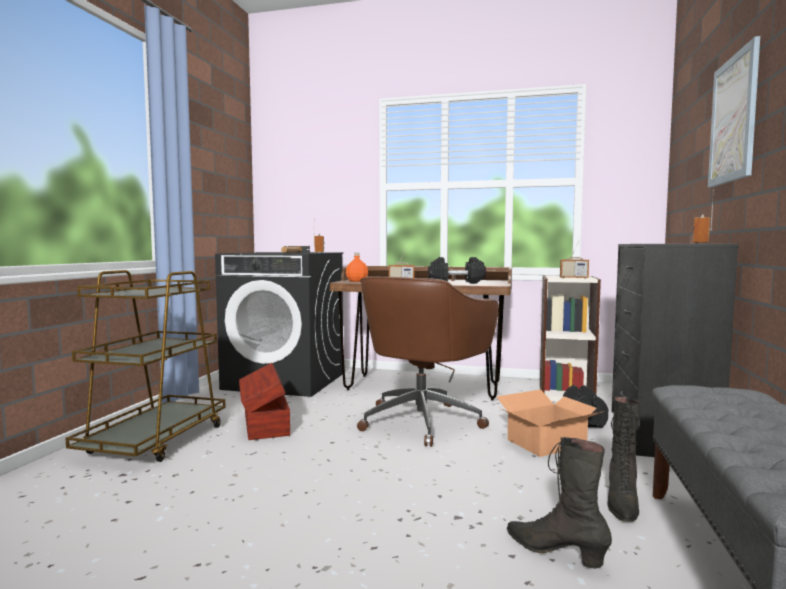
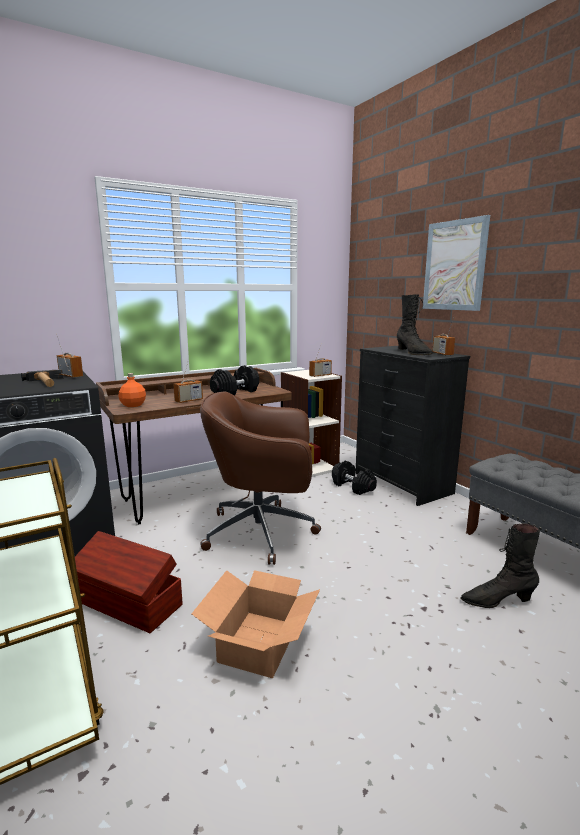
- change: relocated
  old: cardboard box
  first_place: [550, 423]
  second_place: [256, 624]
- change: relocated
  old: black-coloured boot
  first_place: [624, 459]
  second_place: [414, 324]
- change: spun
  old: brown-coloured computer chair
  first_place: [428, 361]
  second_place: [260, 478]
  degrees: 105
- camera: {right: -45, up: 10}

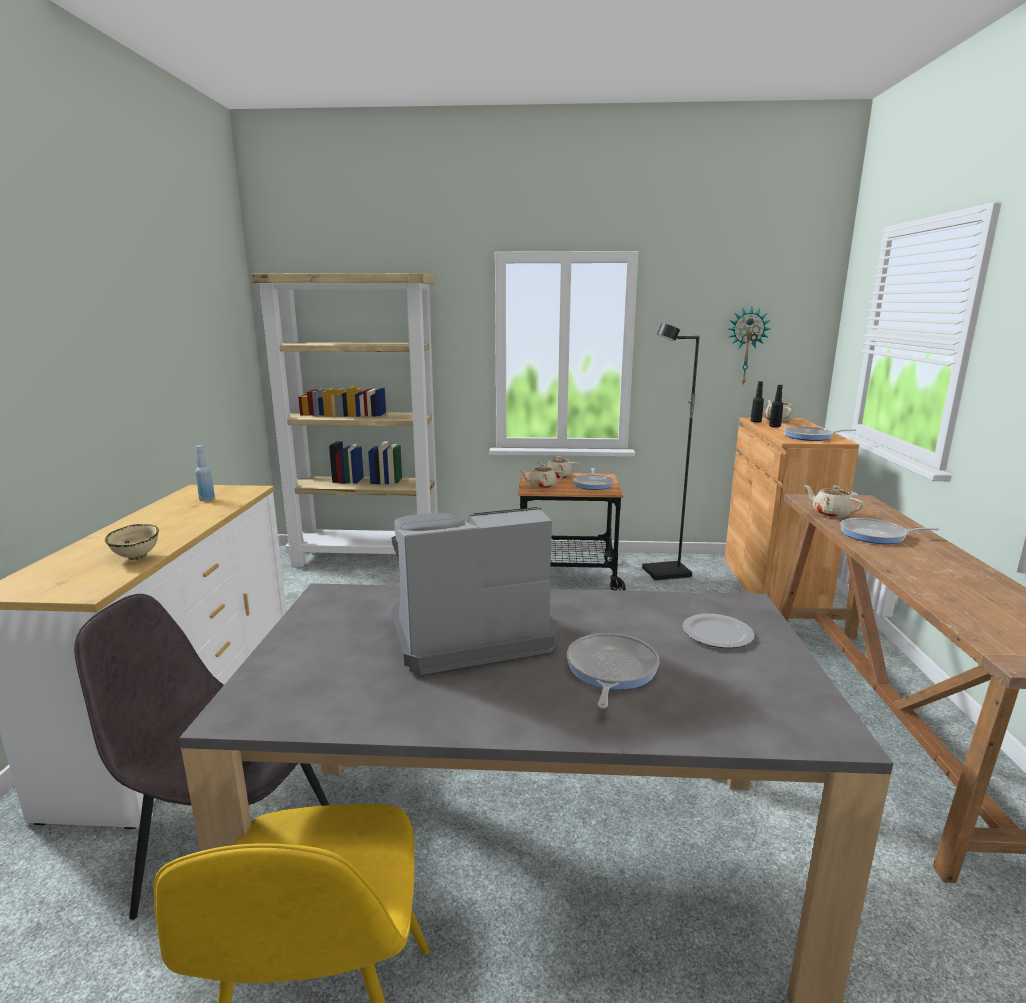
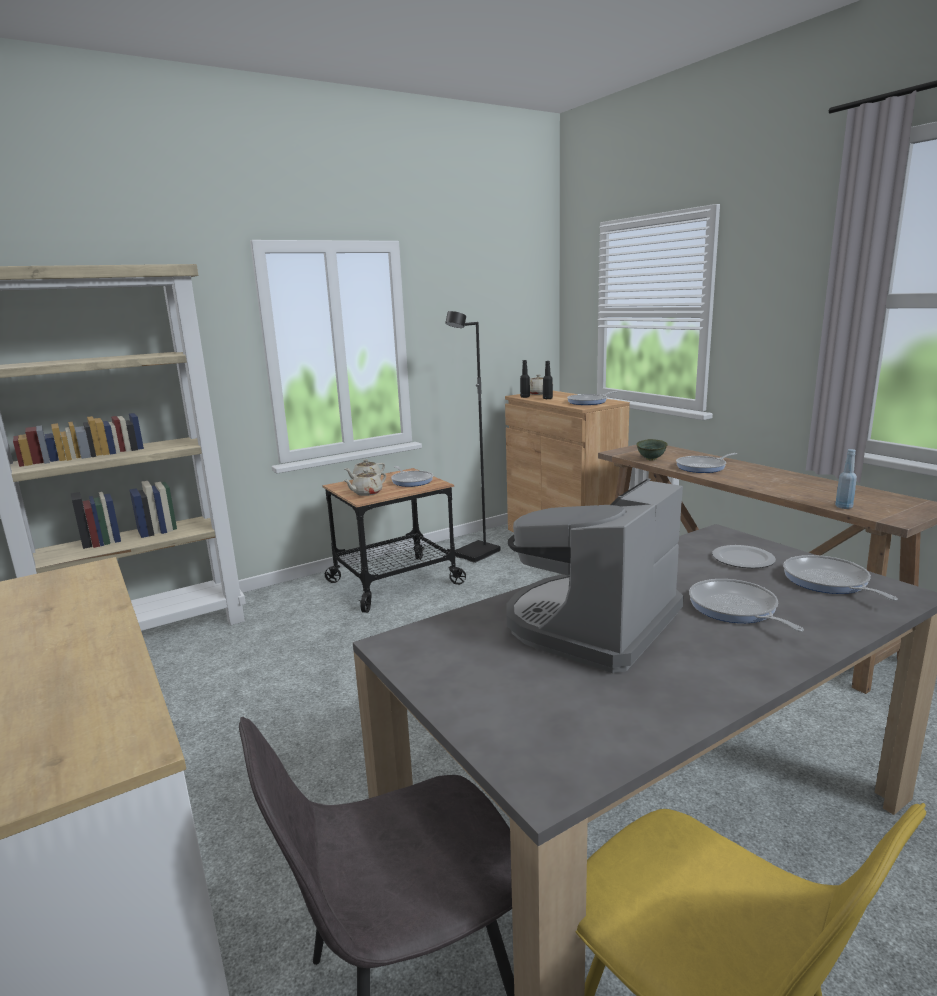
- change: missing
  old: sand-coloured serving bowl
  first_place: [132, 542]
- change: missing
  old: clock on the wall
  first_place: [749, 346]
- change: appeared
  new: pan
  second_place: [840, 578]
- change: relocated
  old: blue drink bottle
  first_place: [205, 473]
  second_place: [846, 479]
- change: exchanged
  old: sand-coloured pot for tea
  new: green serving bowl
  first_place: [834, 501]
  second_place: [652, 450]
- camera: {right: -35, up: 0}

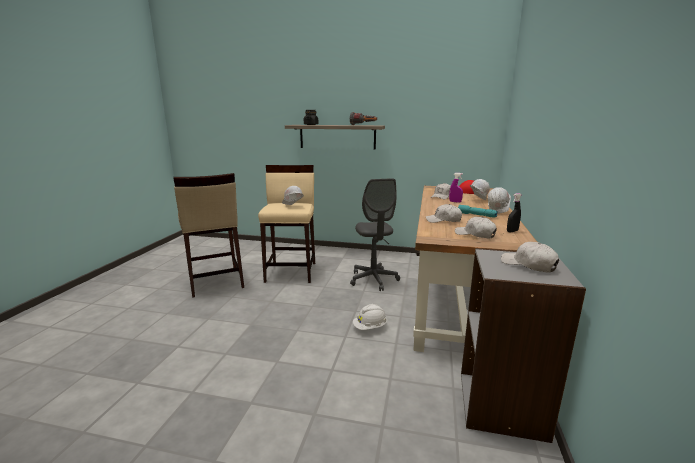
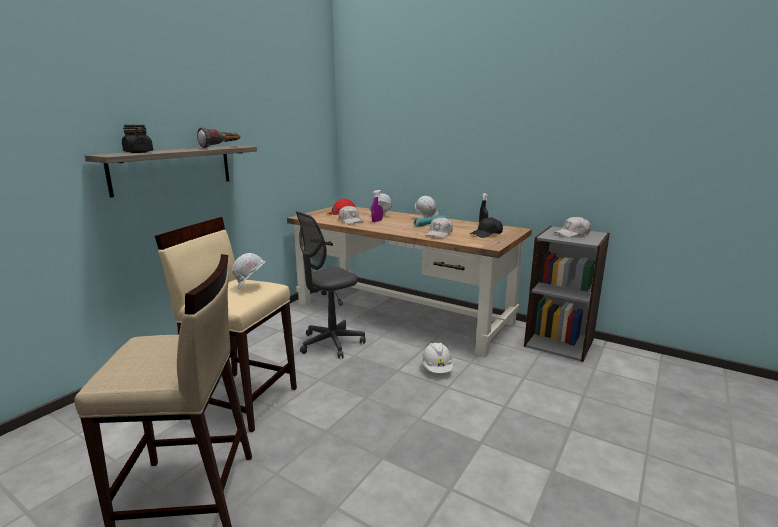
- change: colour
  old: white-coloured peaked cap
  new: black-coloured peaked cap
  first_place: [476, 227]
  second_place: [486, 227]
- change: spun
  old: gray computer chair
  first_place: [375, 234]
  second_place: [331, 285]
  degrees: 135
- camera: {right: -70, up: 0}

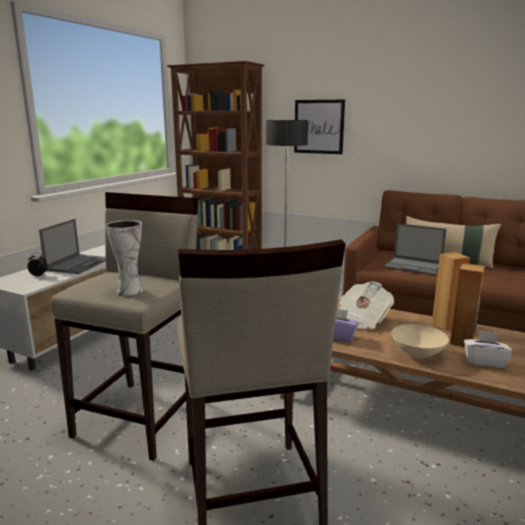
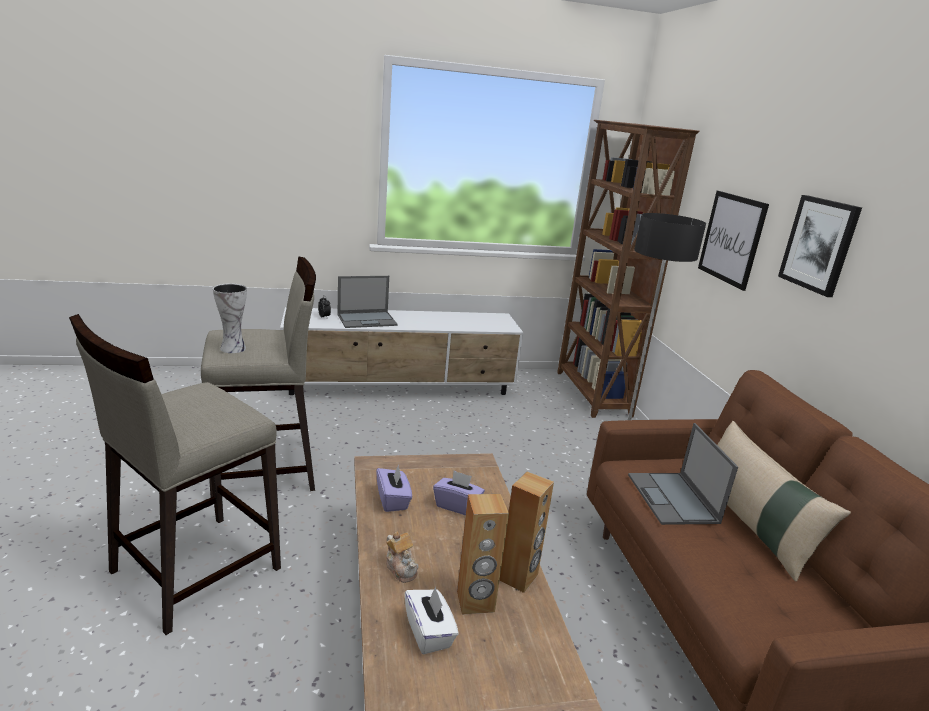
- change: appeared
  new: picture
  second_place: [820, 246]
- change: exchanged
  old: newspaper
  new: purplish box of tissues
  first_place: [366, 305]
  second_place: [459, 493]
- change: exchanged
  old: sand-coloured serving bowl
  new: pot for tea
  first_place: [420, 341]
  second_place: [402, 557]
- camera: {right: 50, up: 5}

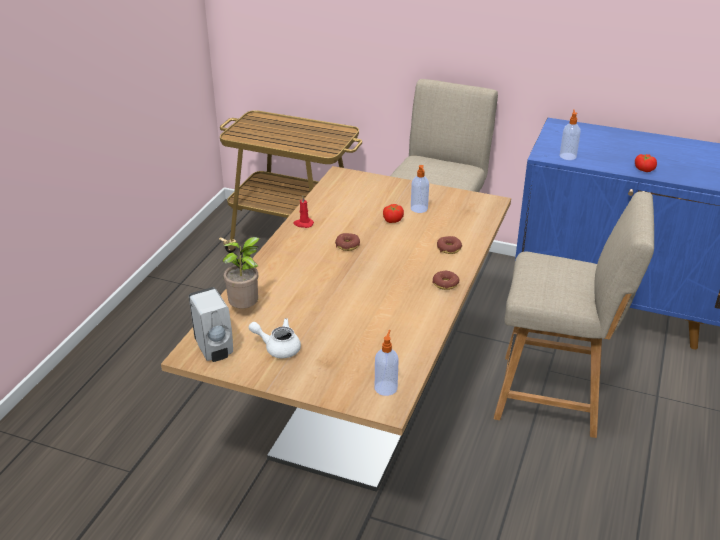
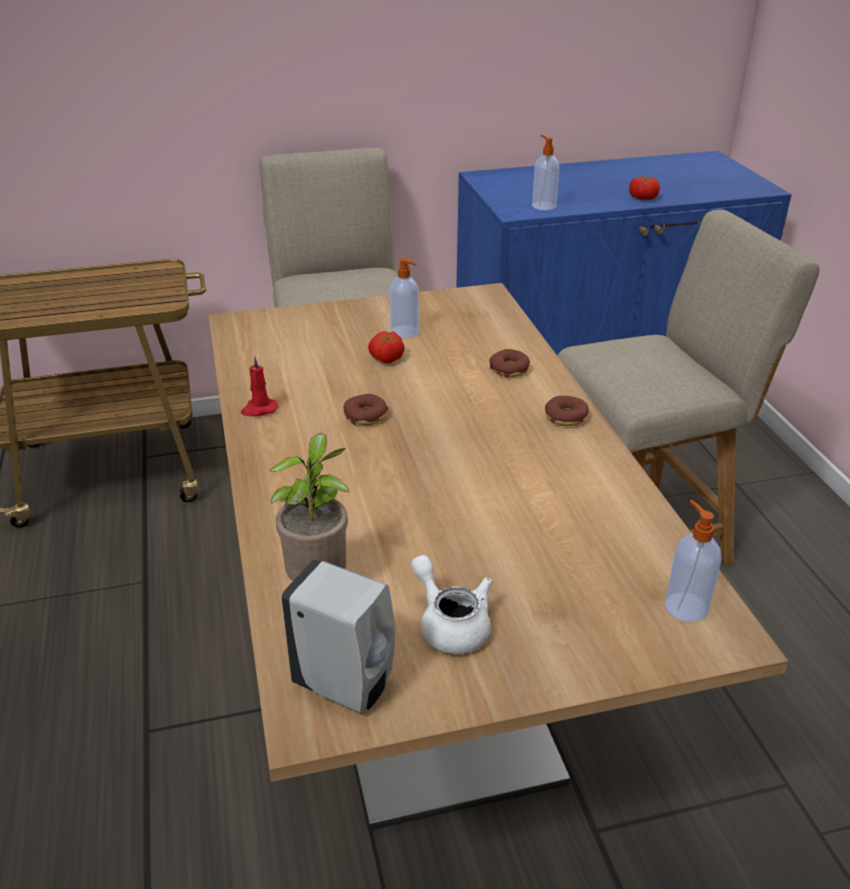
- change: spun
  old: white-coloured pot for tea
  first_place: [275, 338]
  second_place: [451, 604]
  degrees: 75
- camera: {right: -35, up: 0}

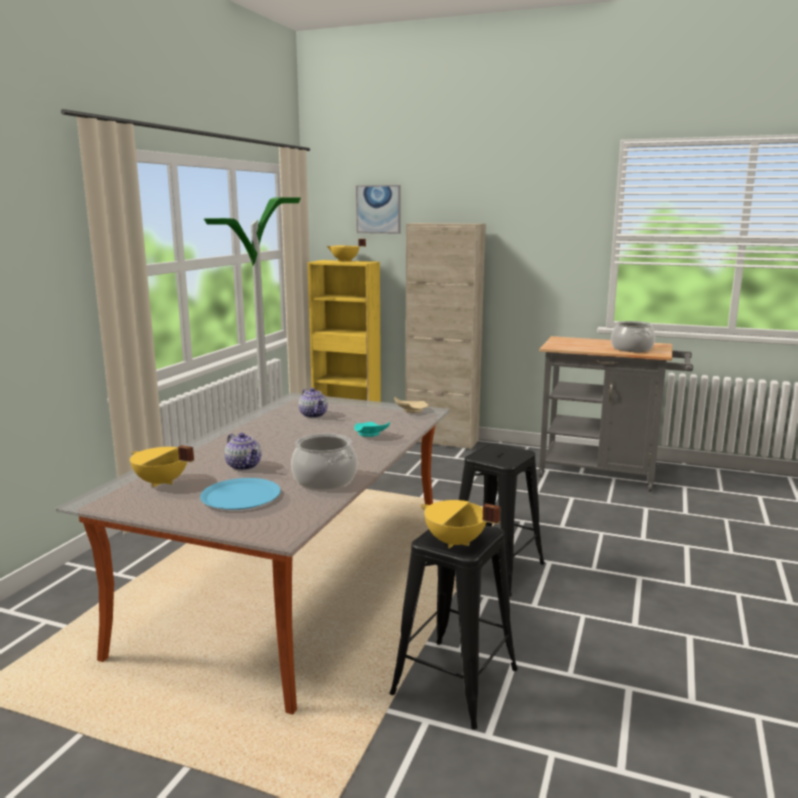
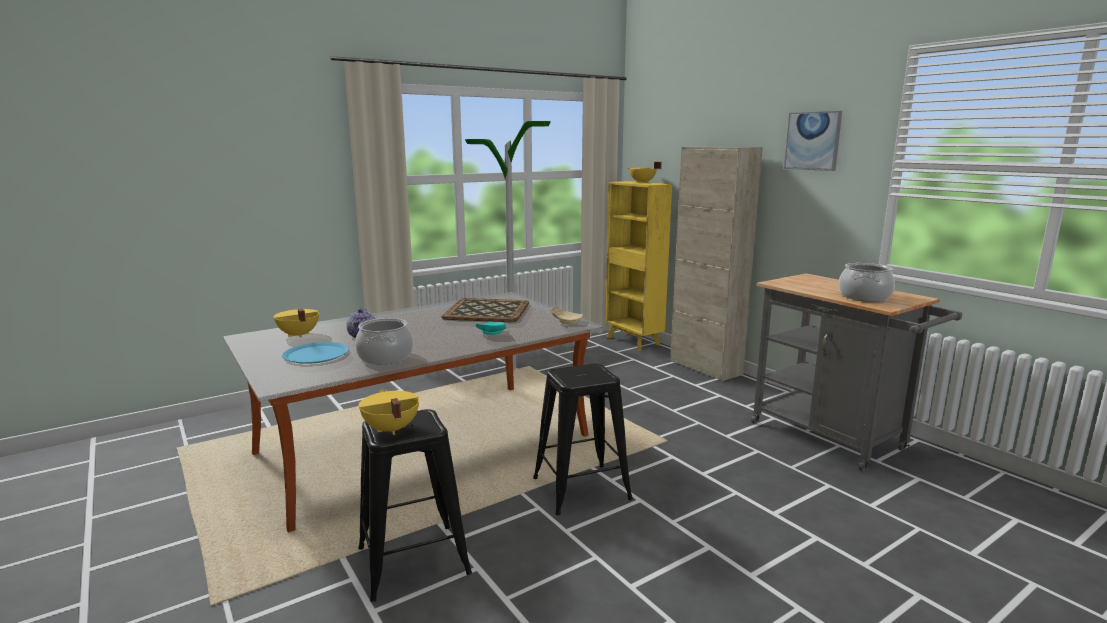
- change: relocated
  old: picture
  first_place: [378, 209]
  second_place: [813, 141]
- change: exchanged
  old: pot for tea
  new: serving tray
  first_place: [313, 403]
  second_place: [485, 310]
- camera: {right: 35, up: 0}

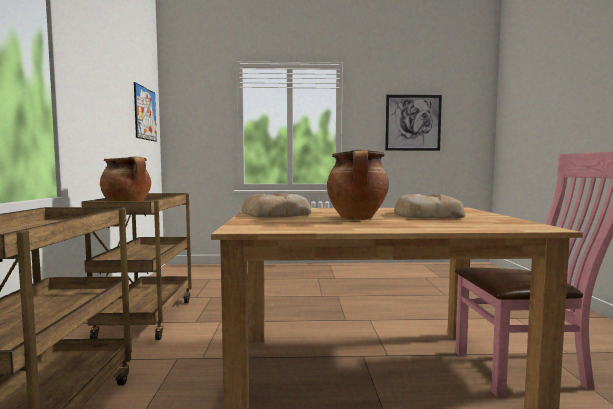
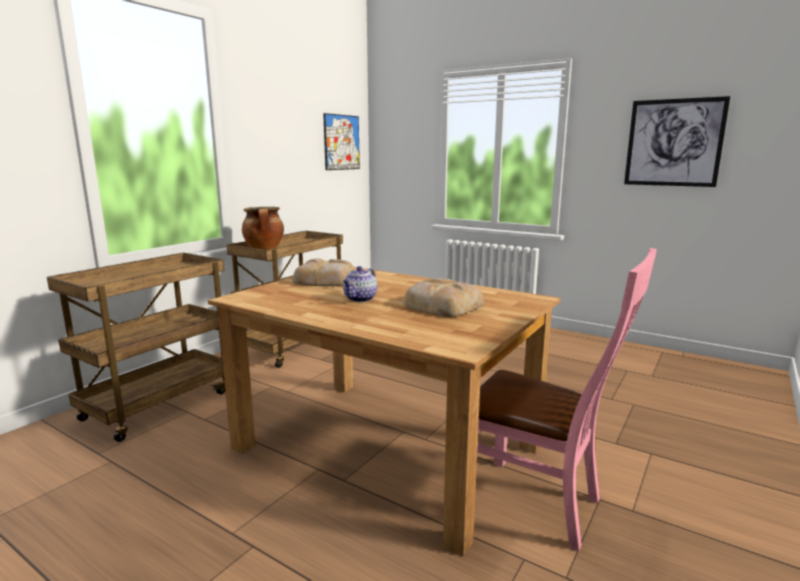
- change: exchanged
  old: cooking pot
  new: pot for tea
  first_place: [358, 185]
  second_place: [360, 284]
- camera: {right: 35, up: 10}

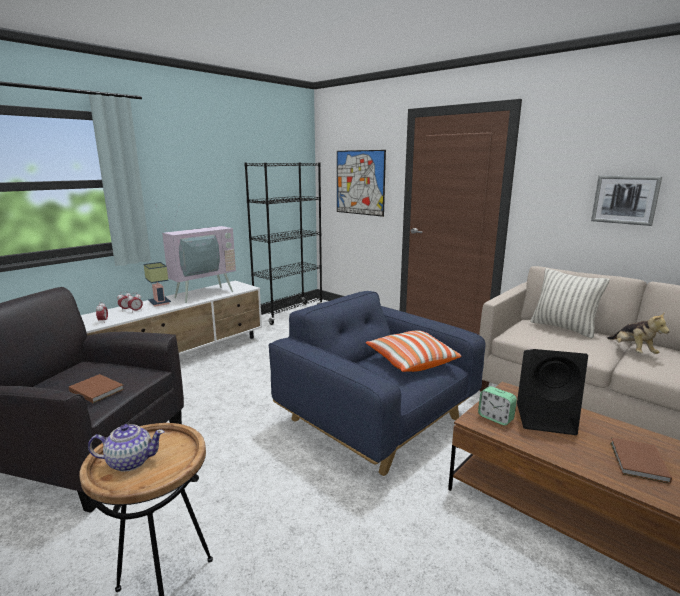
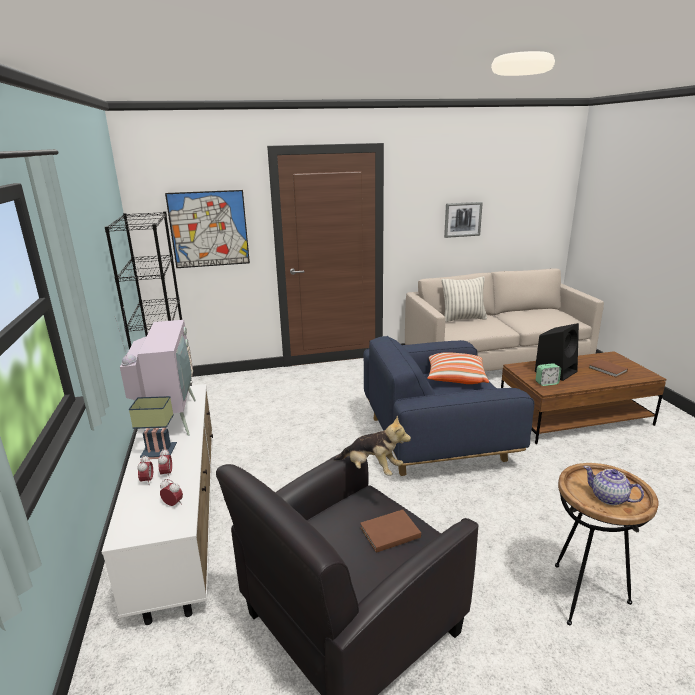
- change: relocated
  old: cuddly toy
  first_place: [638, 333]
  second_place: [372, 446]
- change: spun
  old: pot for tea
  first_place: [126, 448]
  second_place: [614, 485]
  degrees: -75
- camera: {right: -55, up: 5}

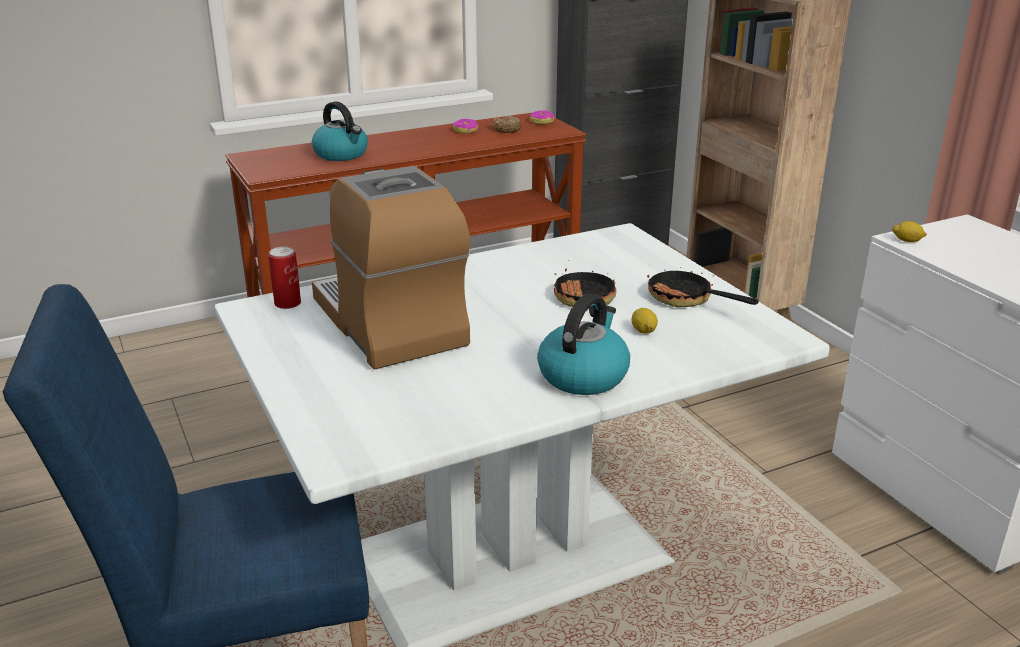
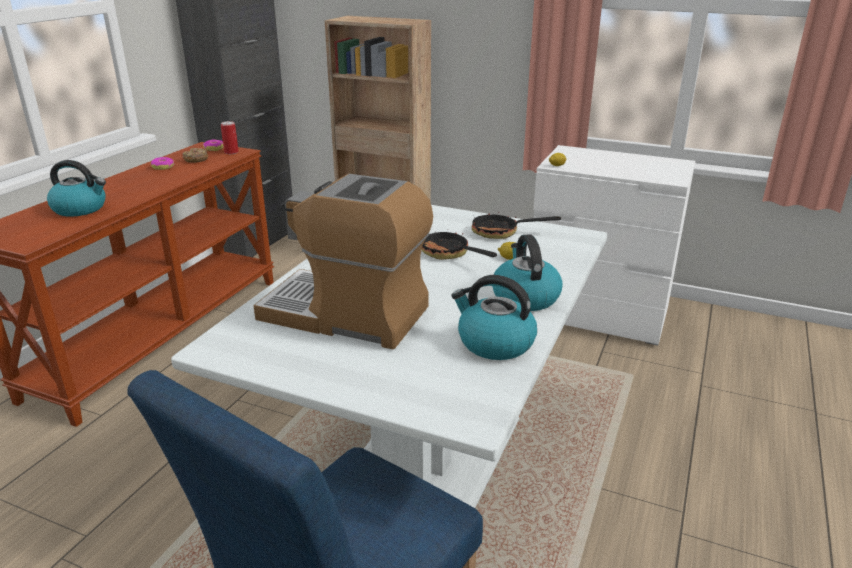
- change: appeared
  new: kettle
  second_place: [494, 317]
- change: relocated
  old: metal can
  first_place: [285, 278]
  second_place: [230, 137]
- camera: {right: -40, up: 0}

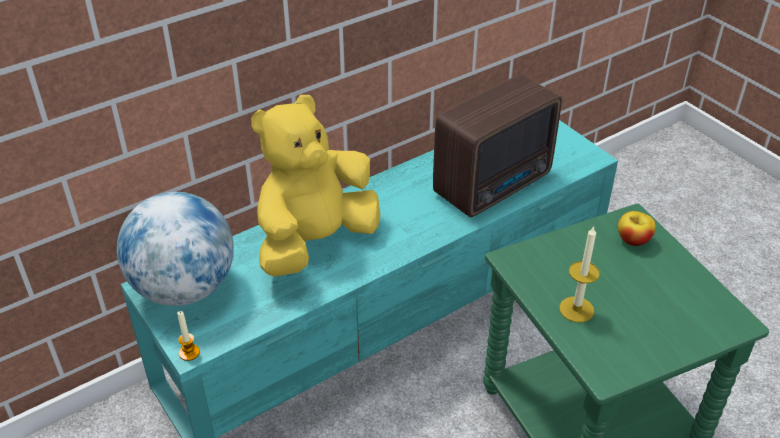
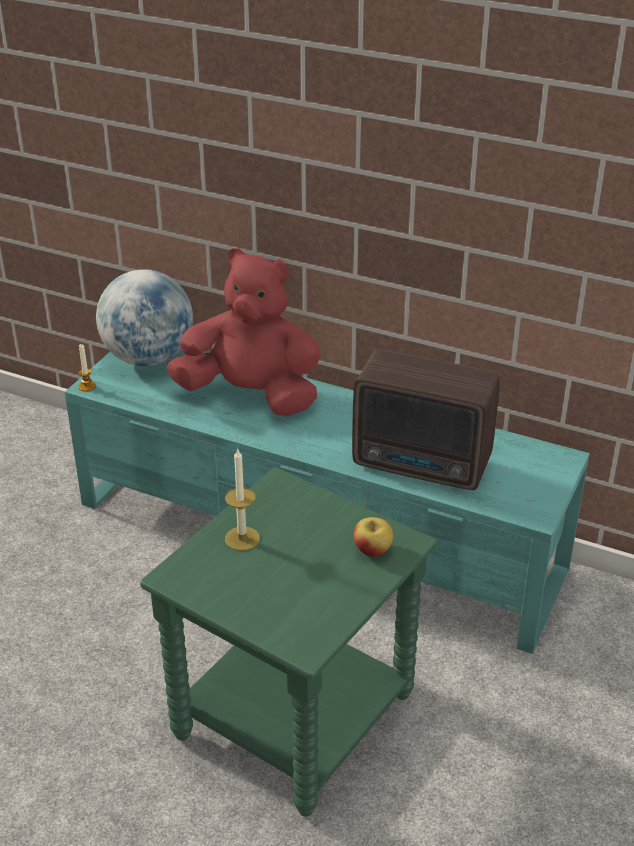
- change: colour
  old: yellow-coloured cuddly toy
  new: reddish cuddly toy
  first_place: [316, 186]
  second_place: [243, 332]
- camera: {right: 60, up: -5}

